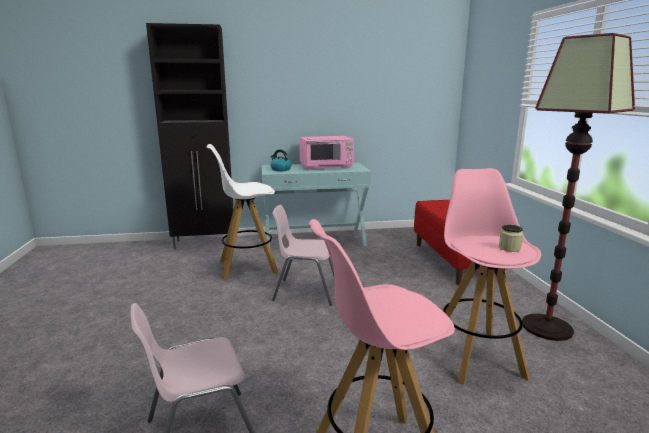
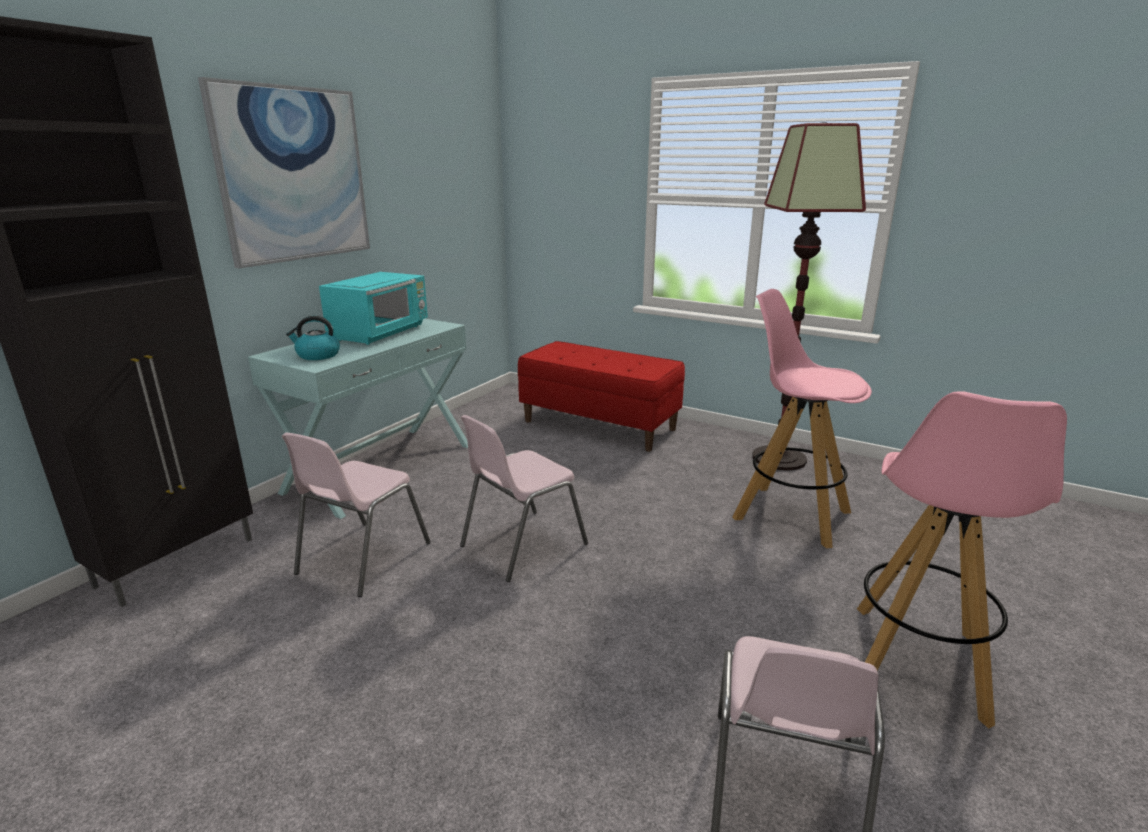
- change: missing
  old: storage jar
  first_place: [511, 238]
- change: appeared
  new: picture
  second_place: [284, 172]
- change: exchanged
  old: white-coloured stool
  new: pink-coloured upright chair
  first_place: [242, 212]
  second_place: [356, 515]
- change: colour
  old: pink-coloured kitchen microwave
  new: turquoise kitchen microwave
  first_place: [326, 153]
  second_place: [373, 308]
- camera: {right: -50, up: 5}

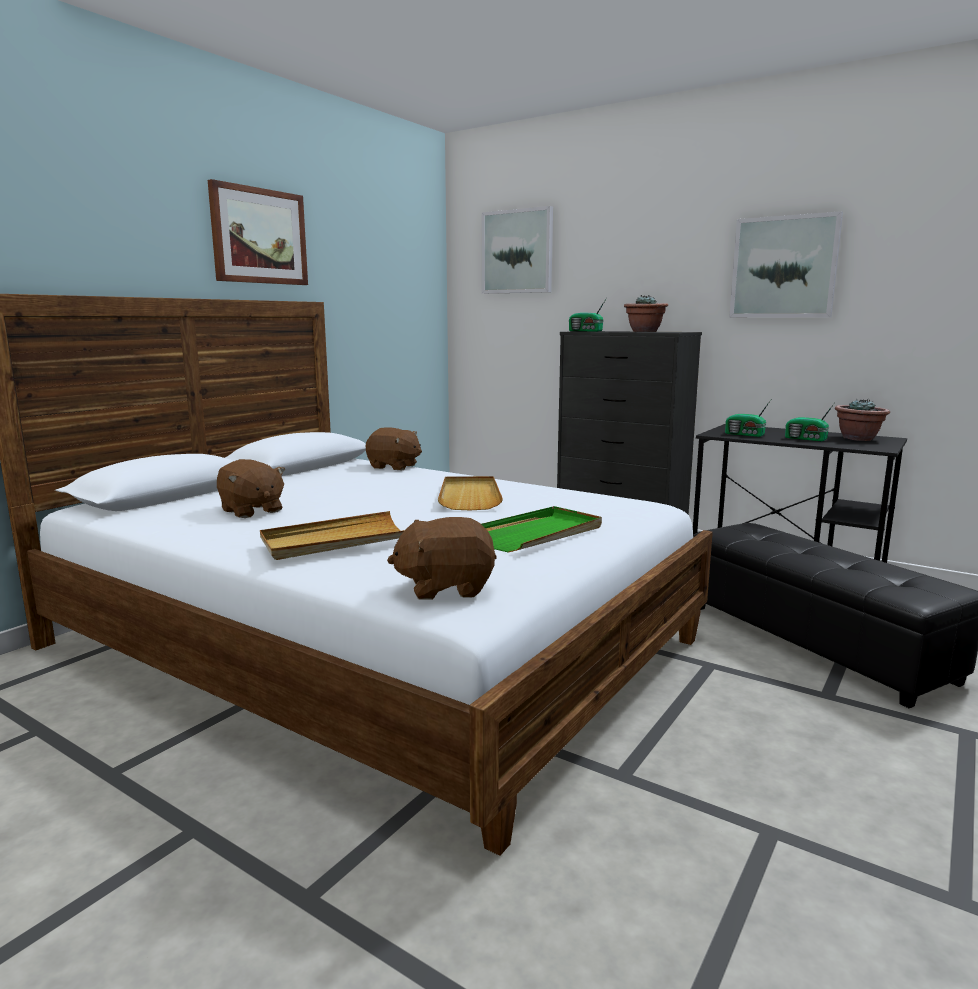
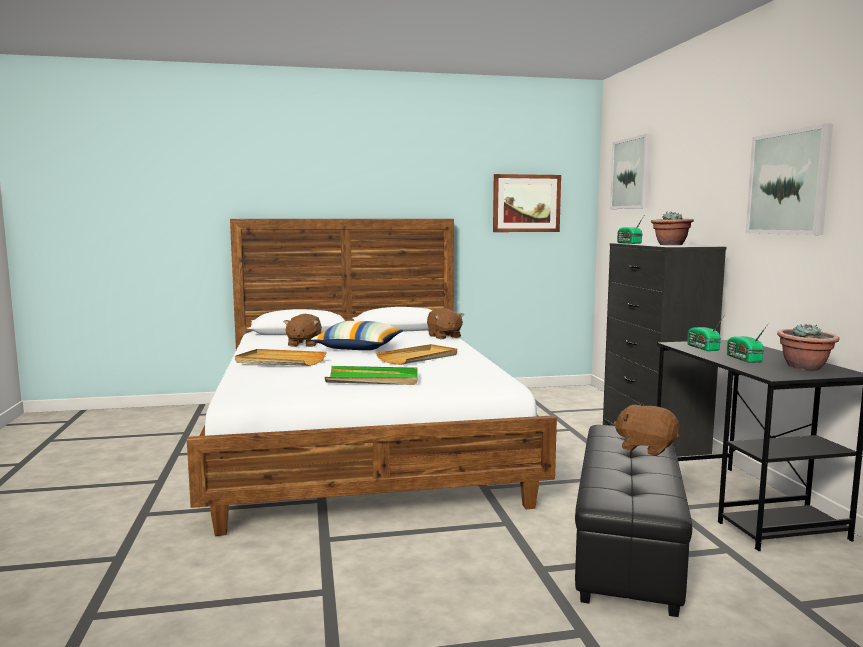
- change: appeared
  new: cushion
  second_place: [357, 335]
- change: relocated
  old: picture
  first_place: [258, 232]
  second_place: [527, 203]
- change: relocated
  old: brown-coloured cuddly toy
  first_place: [442, 558]
  second_place: [647, 430]
- camera: {right: 45, up: -5}

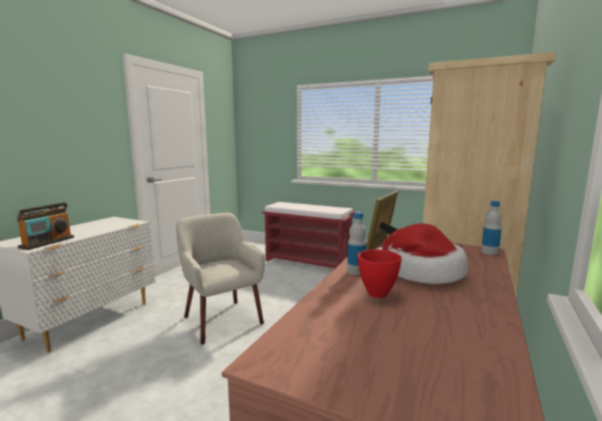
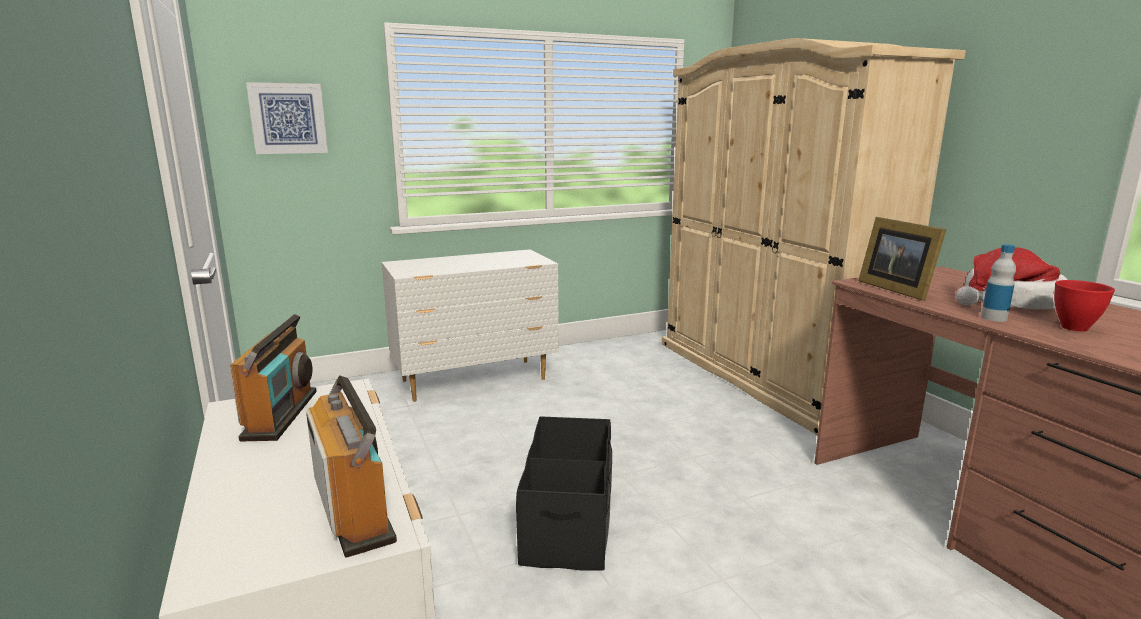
- change: missing
  old: drink bottle
  first_place: [491, 228]
- change: appeared
  new: radio set
  second_place: [273, 378]
- change: appeared
  new: picture
  second_place: [287, 118]
- change: exchanged
  old: sand-coloured lounge chair
  new: black-coloured storage bin
  first_place: [220, 278]
  second_place: [564, 493]
- change: exchanged
  old: reddish long seat
  new: white-coloured chest of drawers
  first_place: [309, 236]
  second_place: [470, 325]
- camera: {right: -50, up: 5}

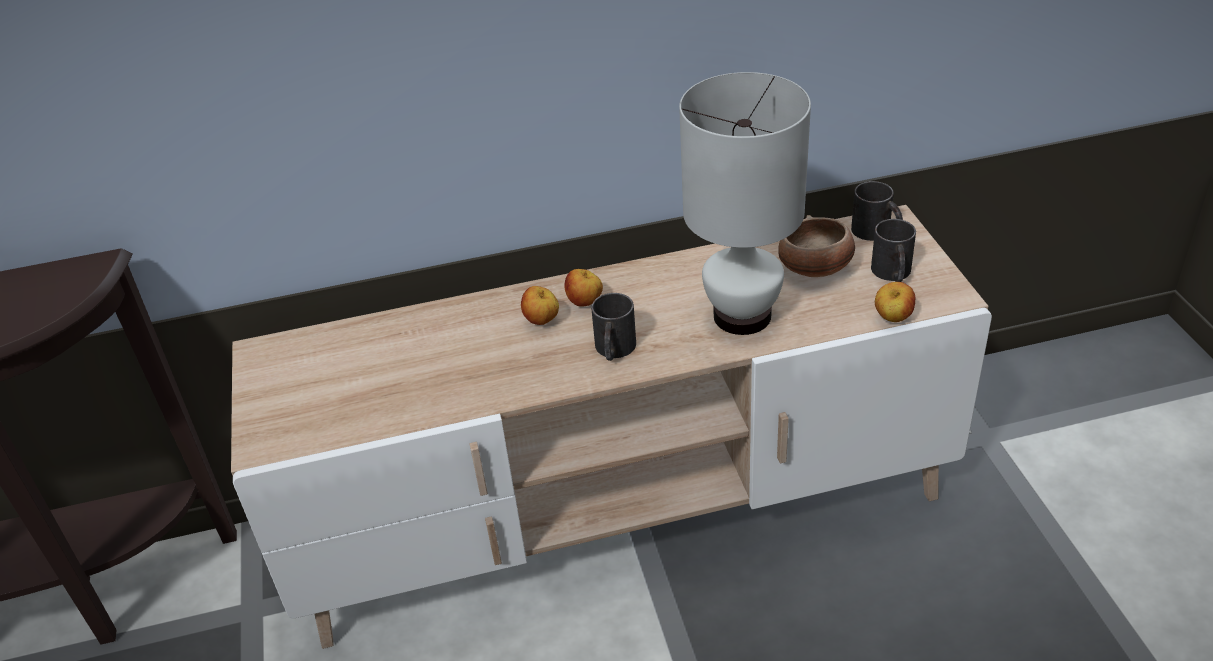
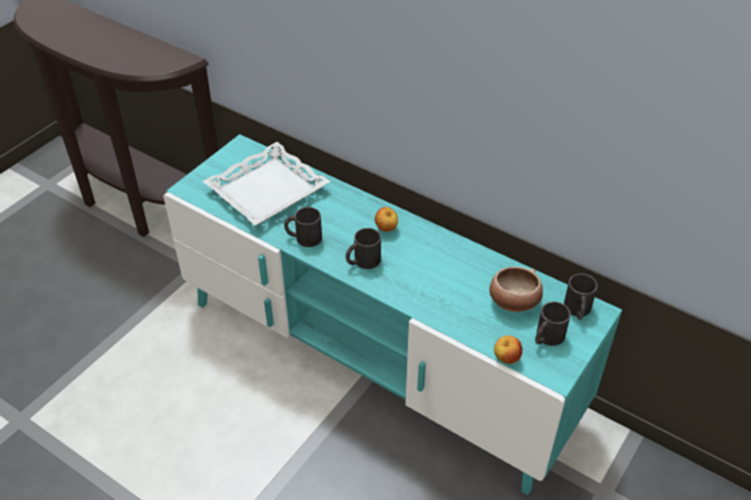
- change: missing
  old: whole apple
  first_place: [540, 305]
- change: missing
  old: white-coloured lamp for a table
  first_place: [745, 203]
- change: appeared
  new: white-coloured serving tray
  second_place: [267, 183]
- change: appeared
  new: black-coloured mug
  second_place: [303, 227]
- change: colour
  old: sand-coloured tv unit
  new: turquoise tv unit
  first_place: [611, 427]
  second_place: [392, 314]
- camera: {right: 45, up: 5}

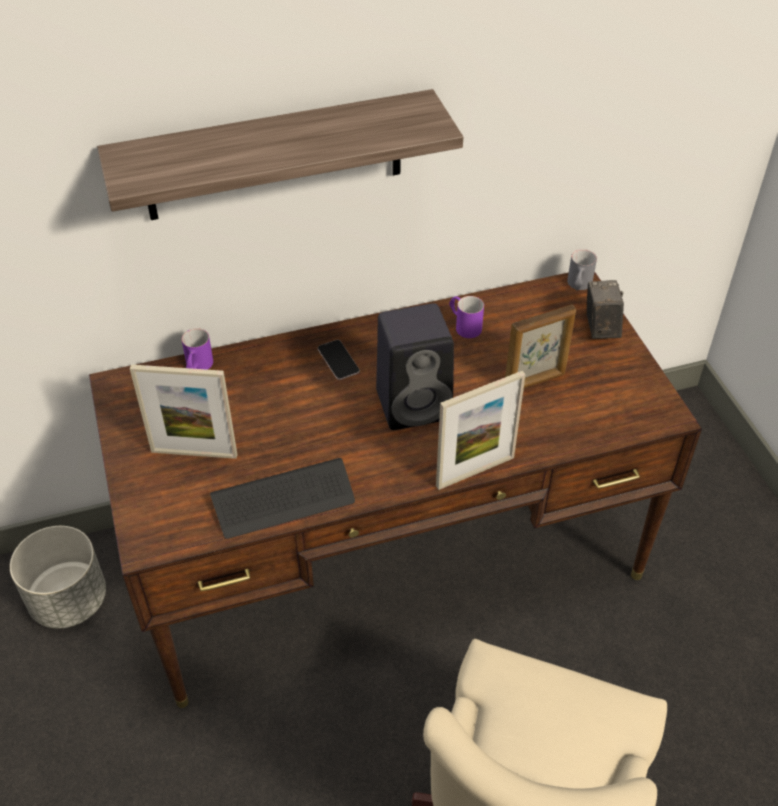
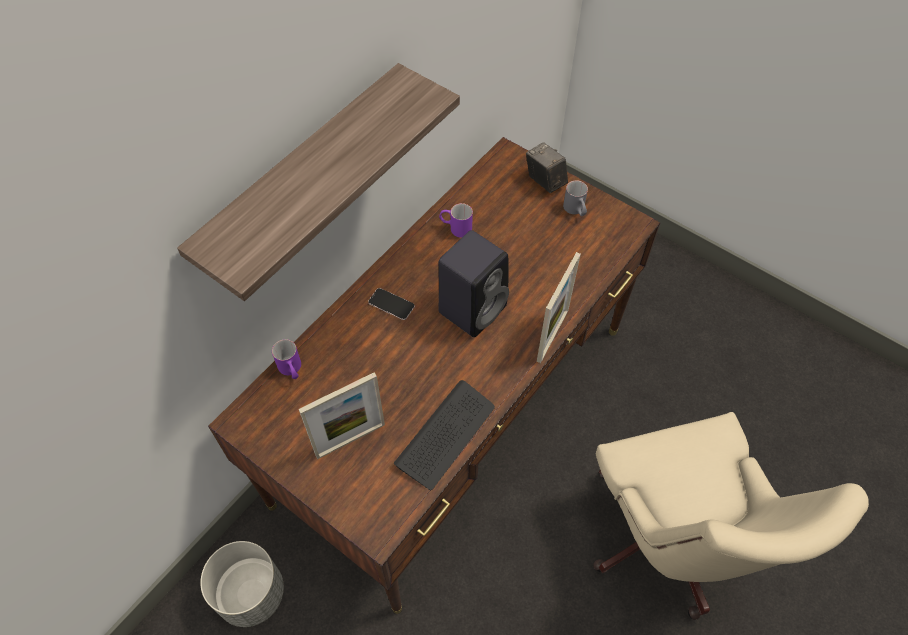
- change: missing
  old: standing frame
  first_place: [540, 346]
- change: relocated
  old: gray mug
  first_place: [582, 270]
  second_place: [575, 198]
- camera: {right: -35, up: 10}

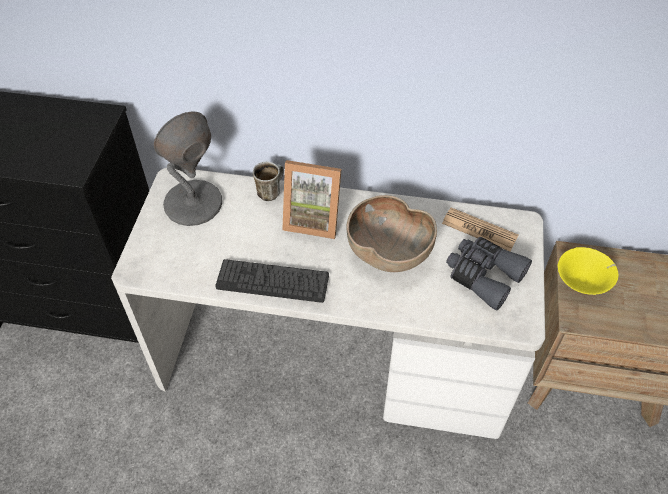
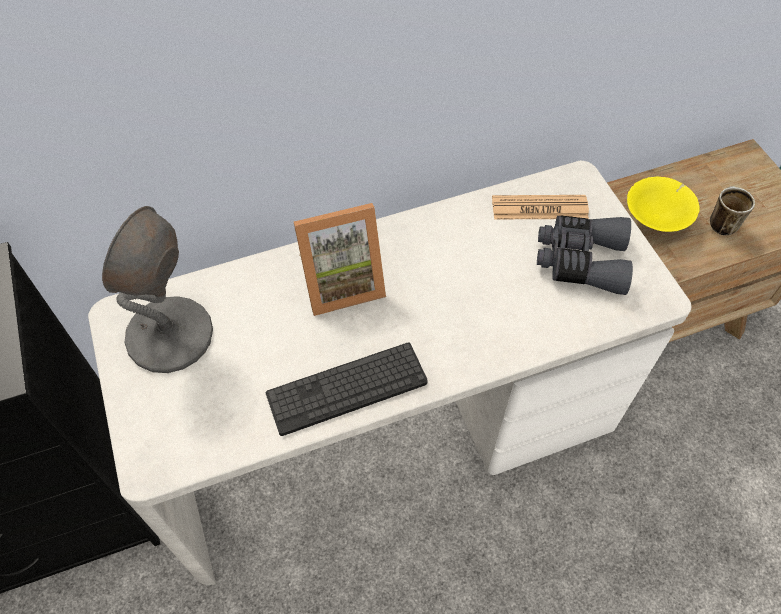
- change: missing
  old: brown-coloured serving bowl
  first_place: [391, 233]
- change: relocated
  old: mug
  first_place: [268, 181]
  second_place: [732, 211]
- camera: {right: -30, up: 5}

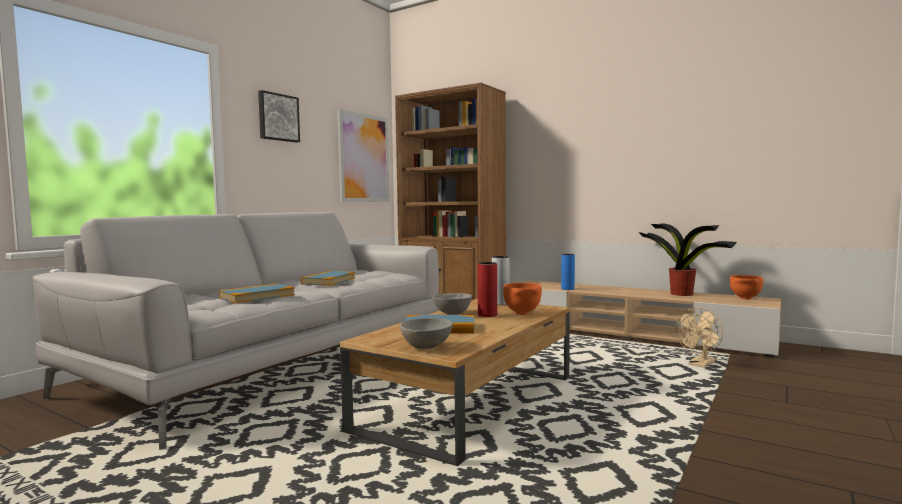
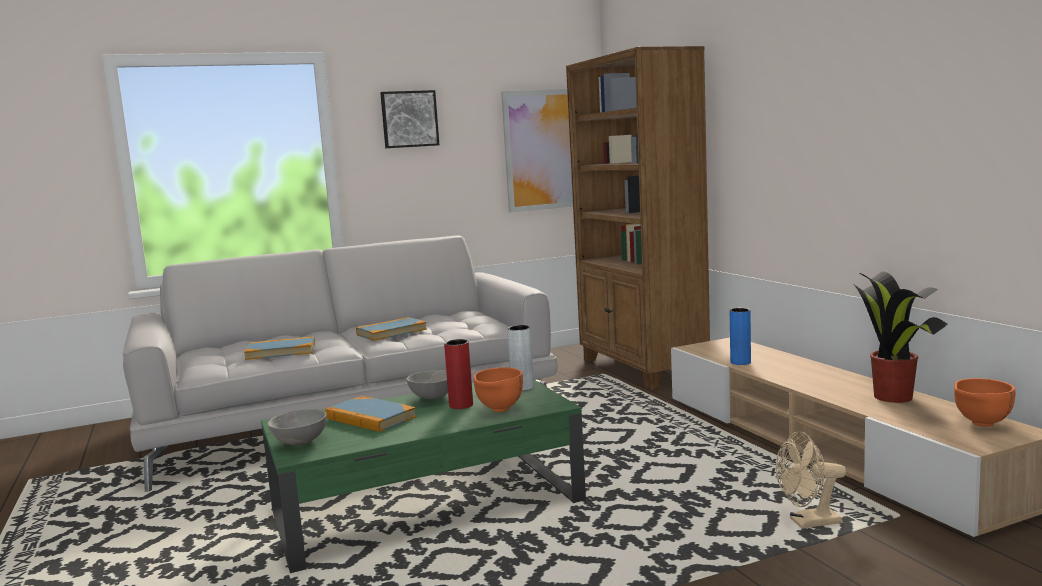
- change: colour
  old: brown-coloured coffee table
  new: green coffee table
  first_place: [455, 382]
  second_place: [423, 476]
- camera: {right: 35, up: 5}

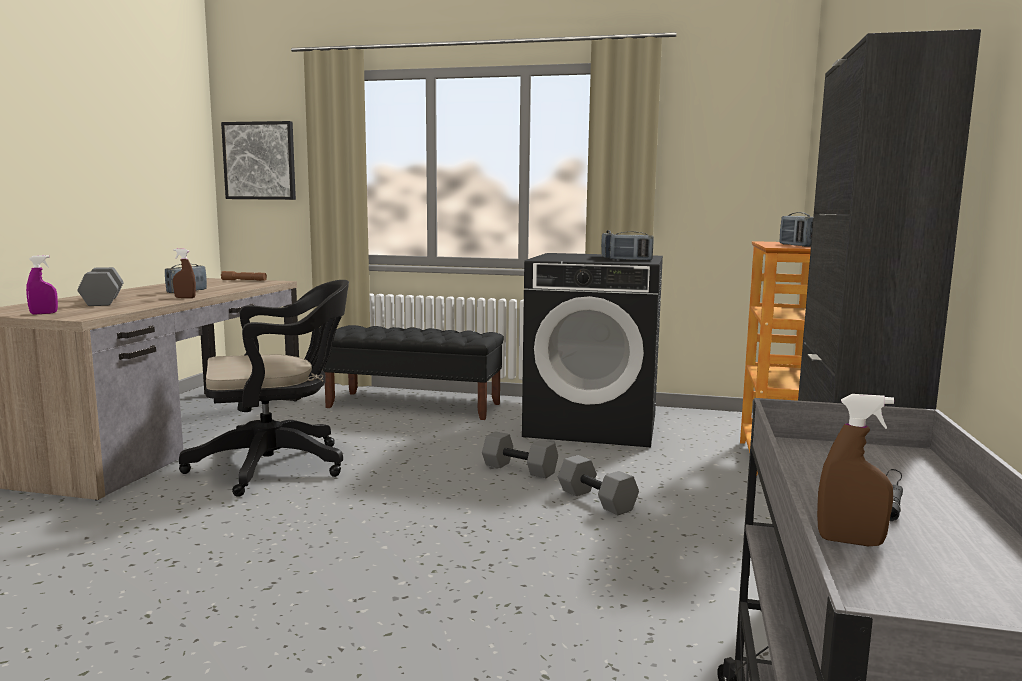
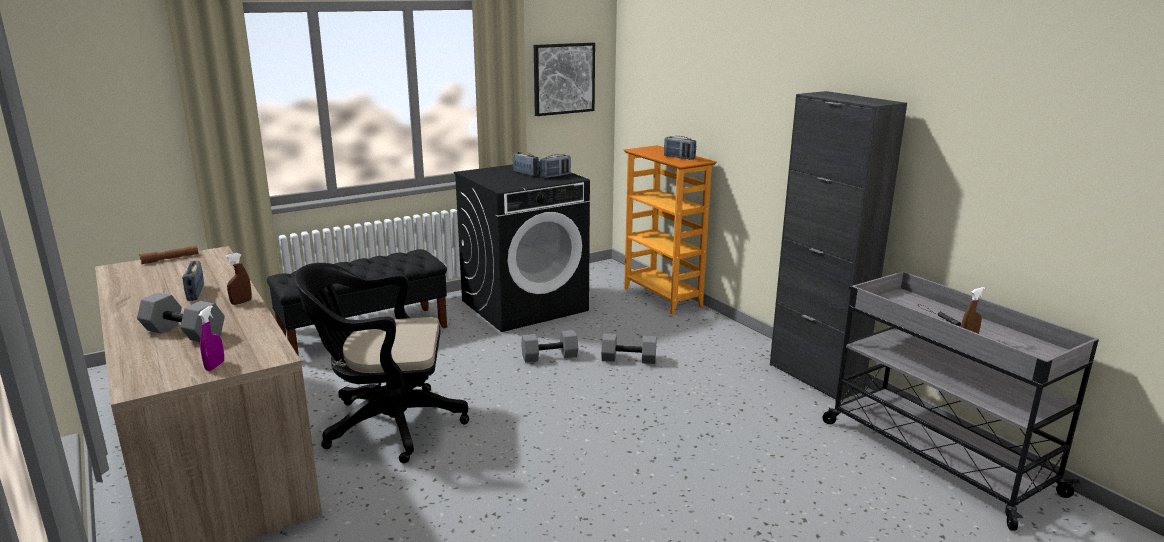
- change: relocated
  old: picture
  first_place: [258, 160]
  second_place: [564, 79]
- change: spun
  old: black-coloured computer chair
  first_place: [264, 388]
  second_place: [382, 363]
  degrees: -120
- camera: {right: -45, up: 10}

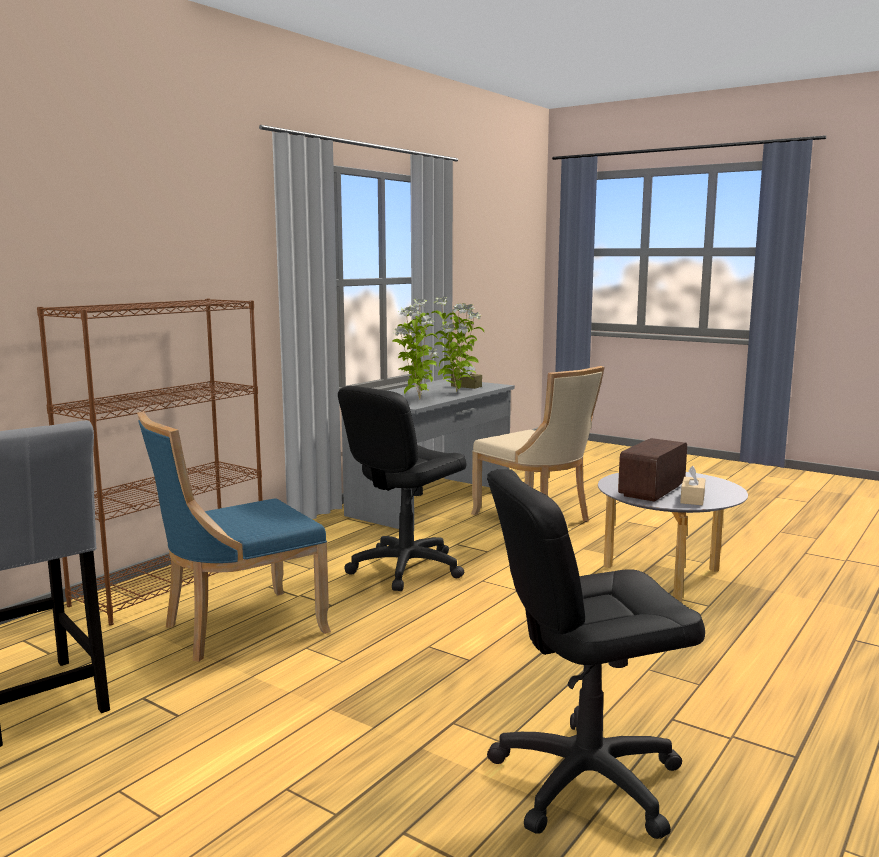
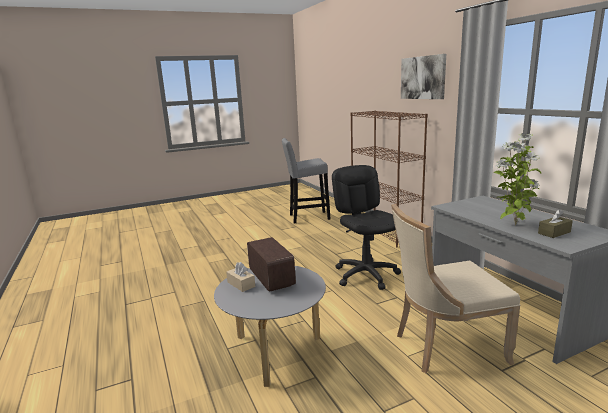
- change: missing
  old: blue upright chair
  first_place: [234, 536]
- change: missing
  old: plant in a pot
  first_place: [415, 348]
- change: missing
  old: black-coloured computer chair
  first_place: [596, 654]
- change: appeared
  new: picture
  second_place: [423, 76]
- camera: {right: 120, up: 5}

